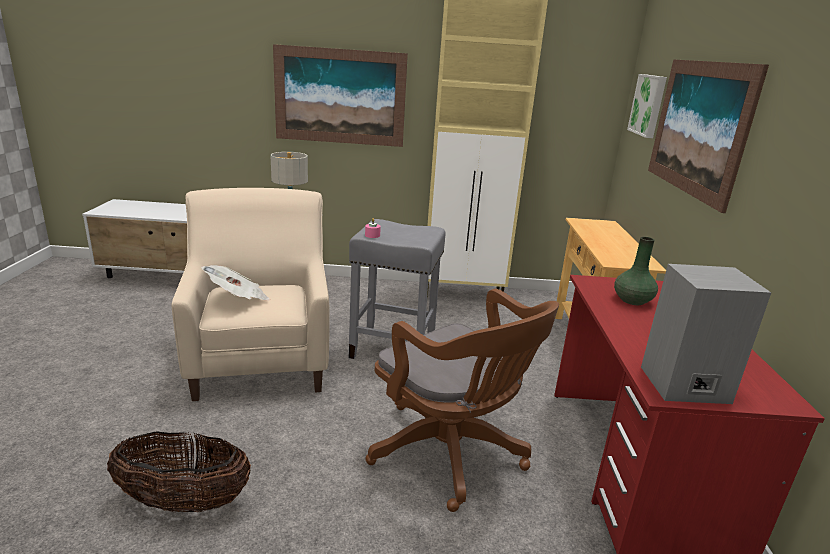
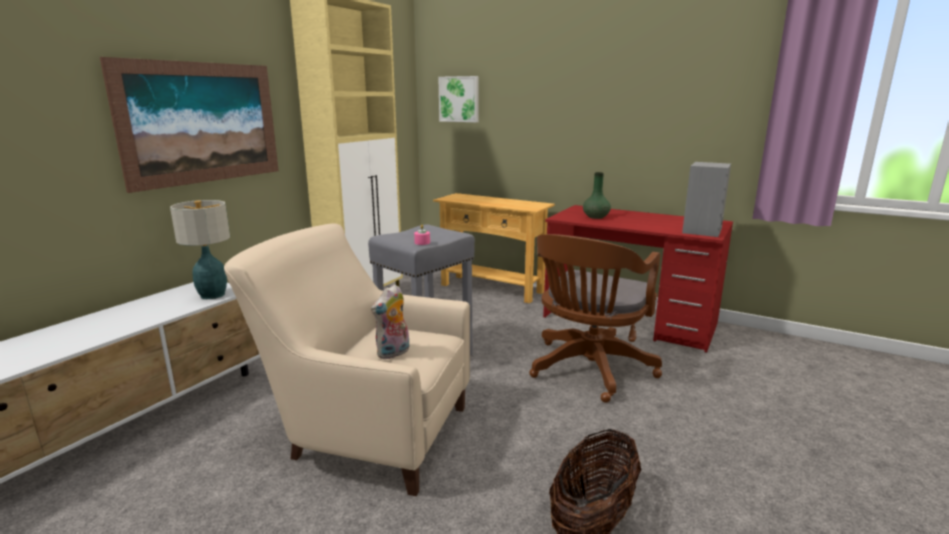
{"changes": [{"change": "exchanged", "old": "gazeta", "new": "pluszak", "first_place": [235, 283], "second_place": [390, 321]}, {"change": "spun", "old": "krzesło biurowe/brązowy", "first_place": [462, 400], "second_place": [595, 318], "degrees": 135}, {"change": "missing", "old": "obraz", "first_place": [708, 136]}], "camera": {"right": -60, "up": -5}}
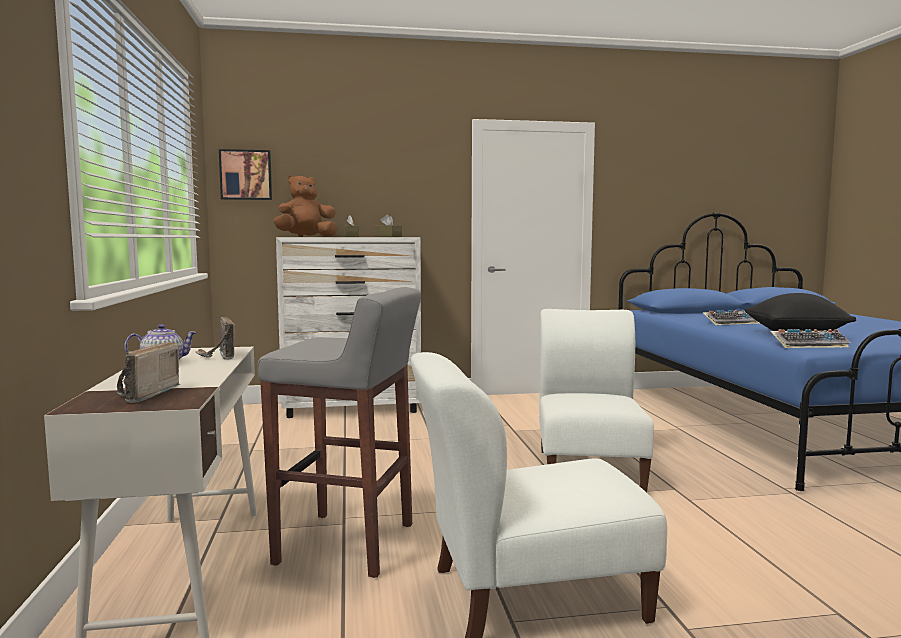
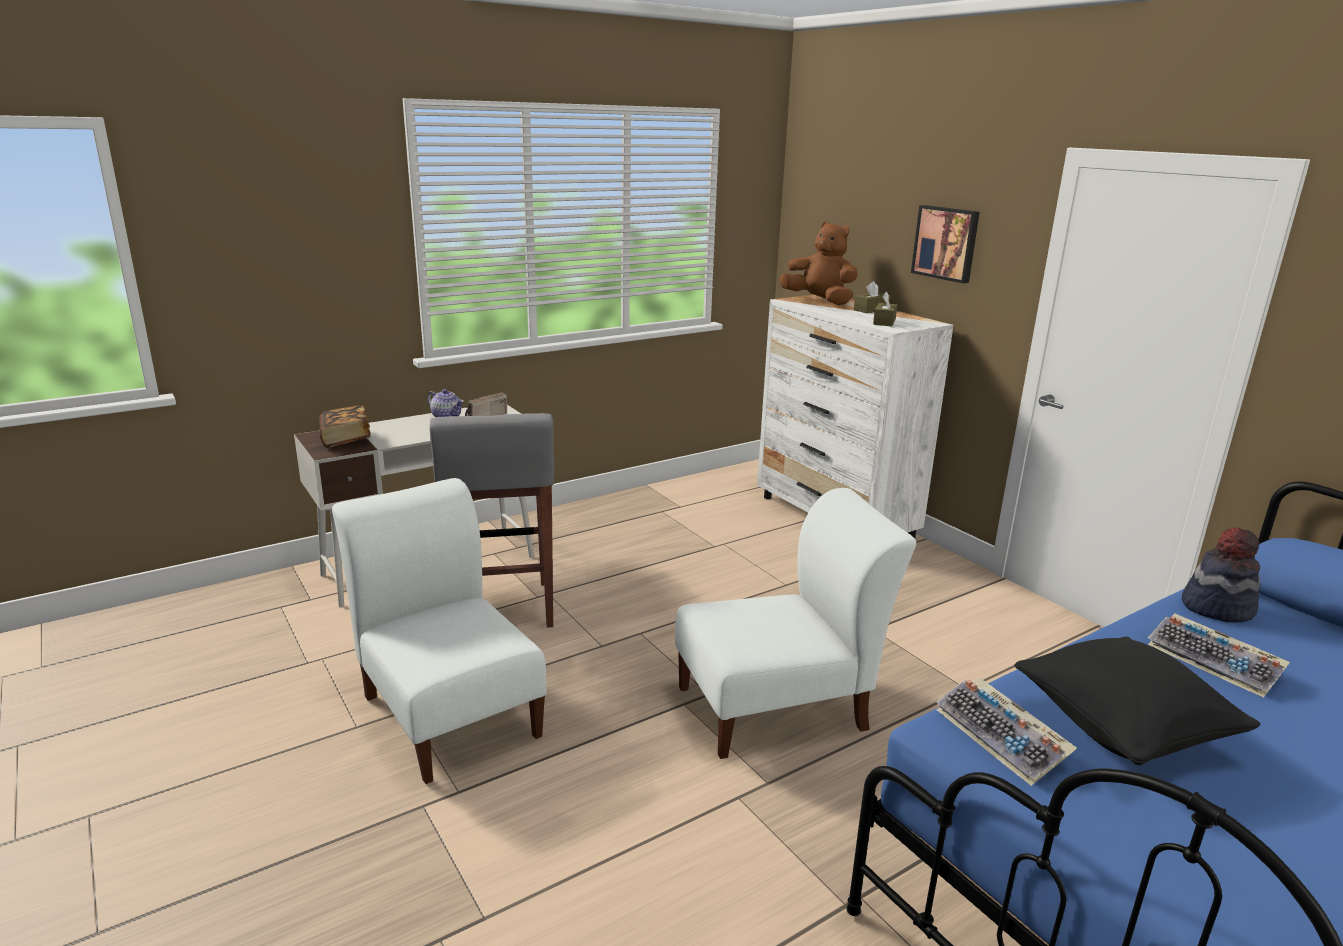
{"changes": [{"change": "exchanged", "old": "radio", "new": "książka", "first_place": [148, 372], "second_place": [345, 426]}, {"change": "relocated", "old": "obraz", "first_place": [245, 174], "second_place": [945, 244]}, {"change": "appeared", "new": "kapelusz", "second_place": [1221, 575]}], "camera": {"right": 65, "up": 15}}
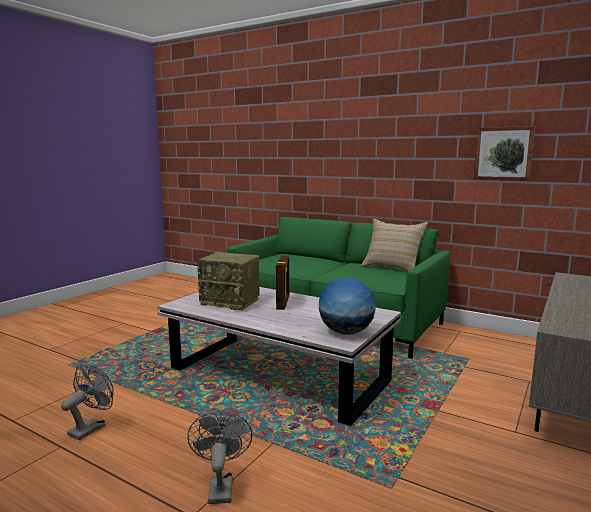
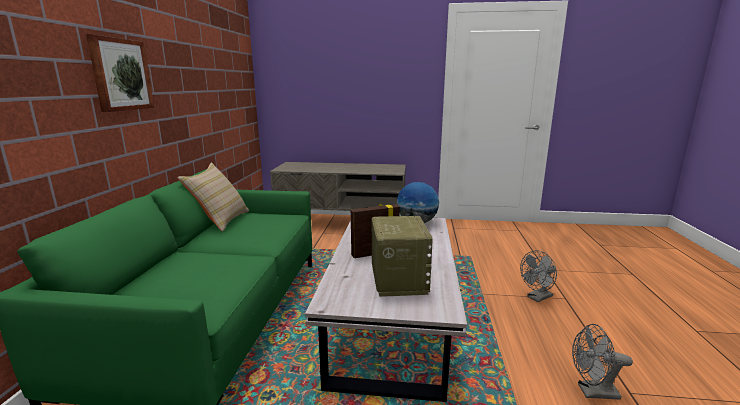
{"changes": [{"change": "relocated", "old": "obraz", "first_place": [504, 153], "second_place": [120, 73]}], "camera": {"right": -115, "up": 5}}
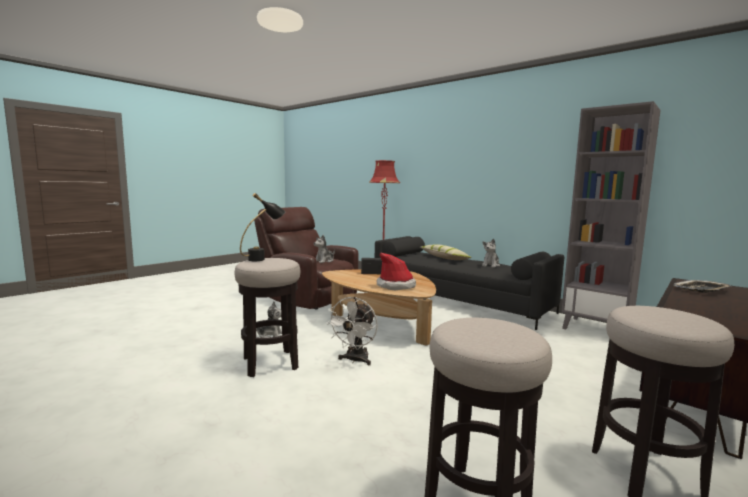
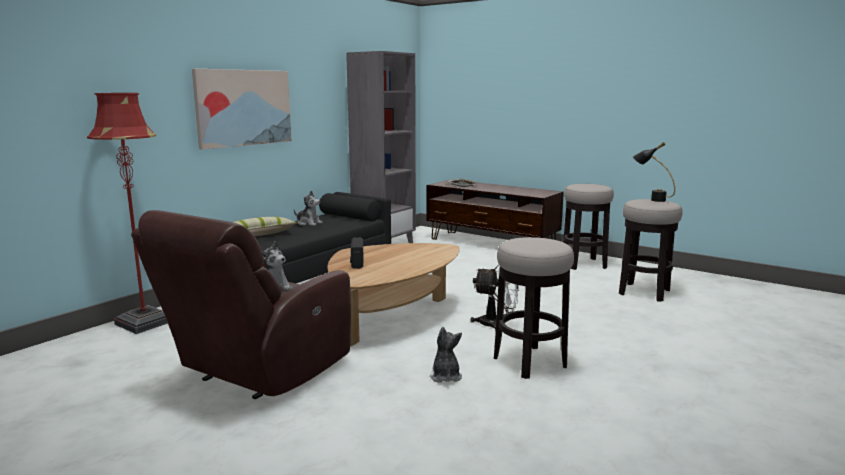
{"changes": [{"change": "relocated", "old": "lampa stołowa/czarny", "first_place": [263, 227], "second_place": [654, 172]}, {"change": "missing", "old": "kapelusz", "first_place": [396, 271]}, {"change": "appeared", "new": "obraz", "second_place": [242, 109]}], "camera": {"right": -95, "up": 5}}
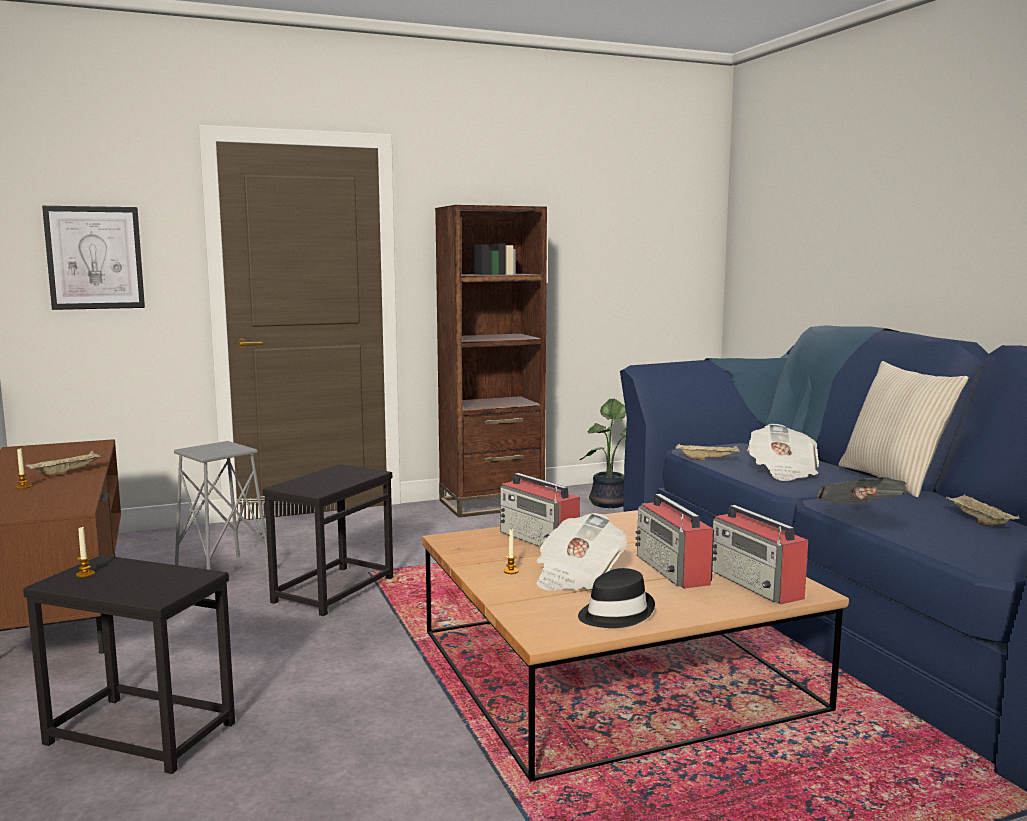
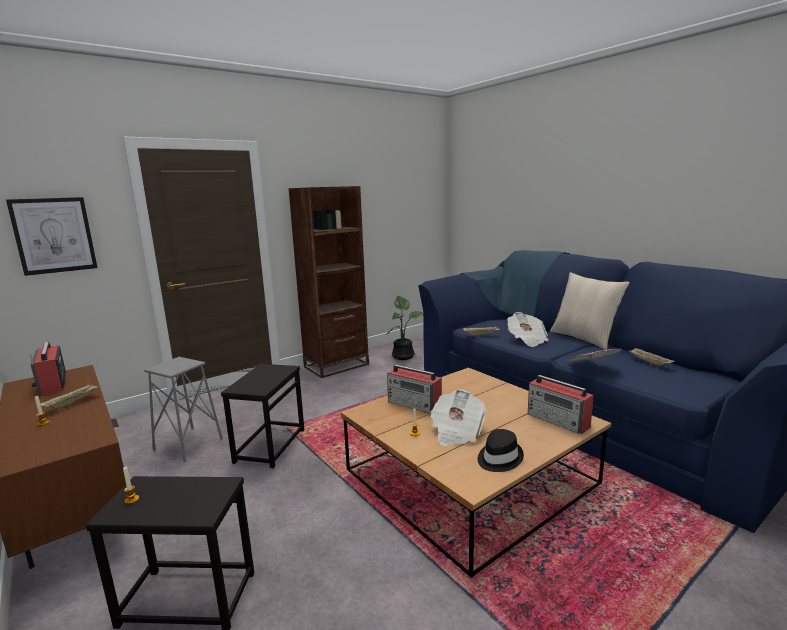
{"changes": [{"change": "relocated", "old": "radio", "first_place": [674, 541], "second_place": [48, 368]}], "camera": {"right": -15, "up": 5}}
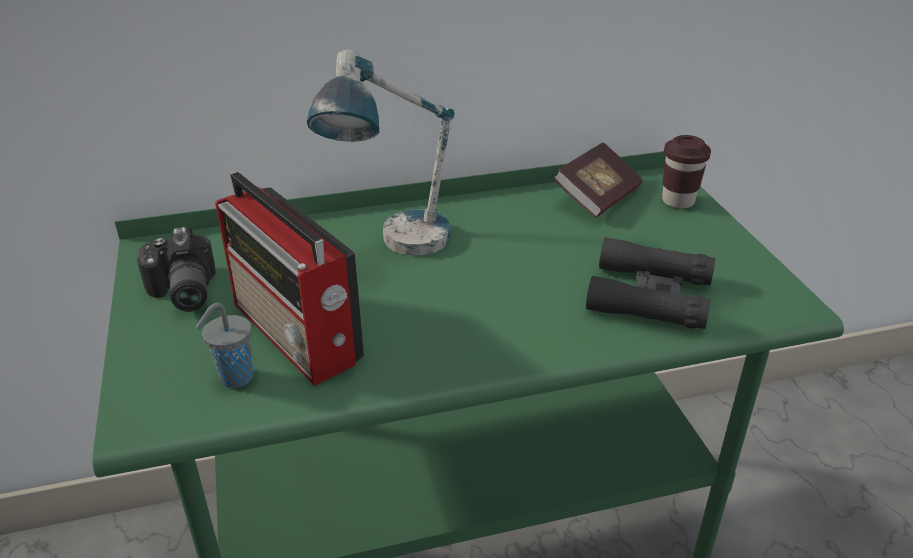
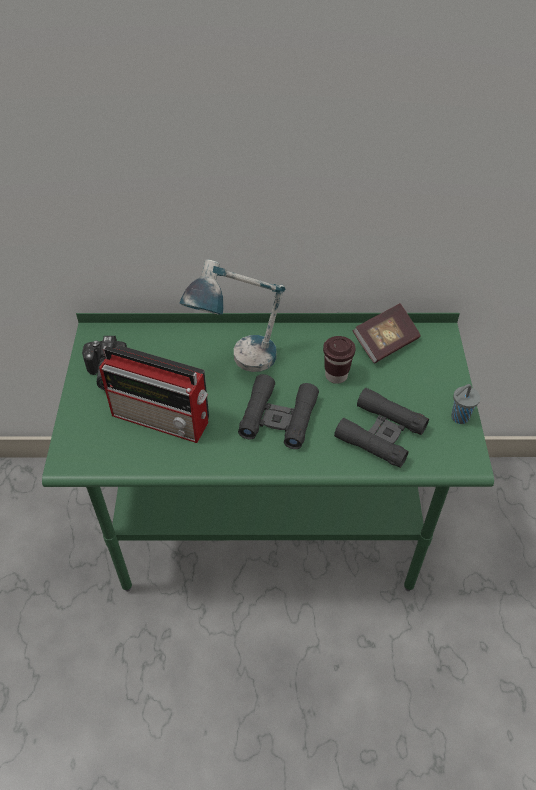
{"changes": [{"change": "relocated", "old": "filiżanka/szary", "first_place": [224, 345], "second_place": [465, 404]}, {"change": "spun", "old": "radio", "first_place": [289, 279], "second_place": [154, 394], "degrees": -45}, {"change": "relocated", "old": "filiżanka/brązowy", "first_place": [686, 172], "second_place": [339, 360]}, {"change": "appeared", "new": "lornetka/czarny", "second_place": [278, 411]}], "camera": {"right": 15, "up": 15}}
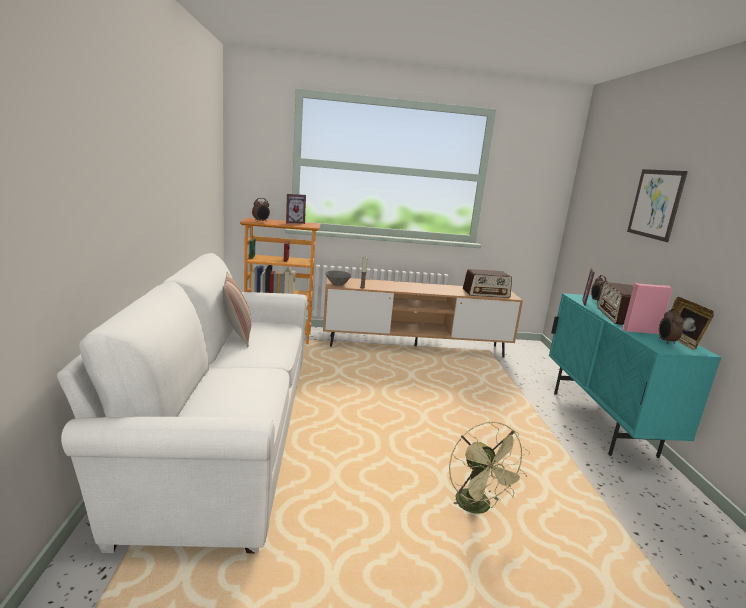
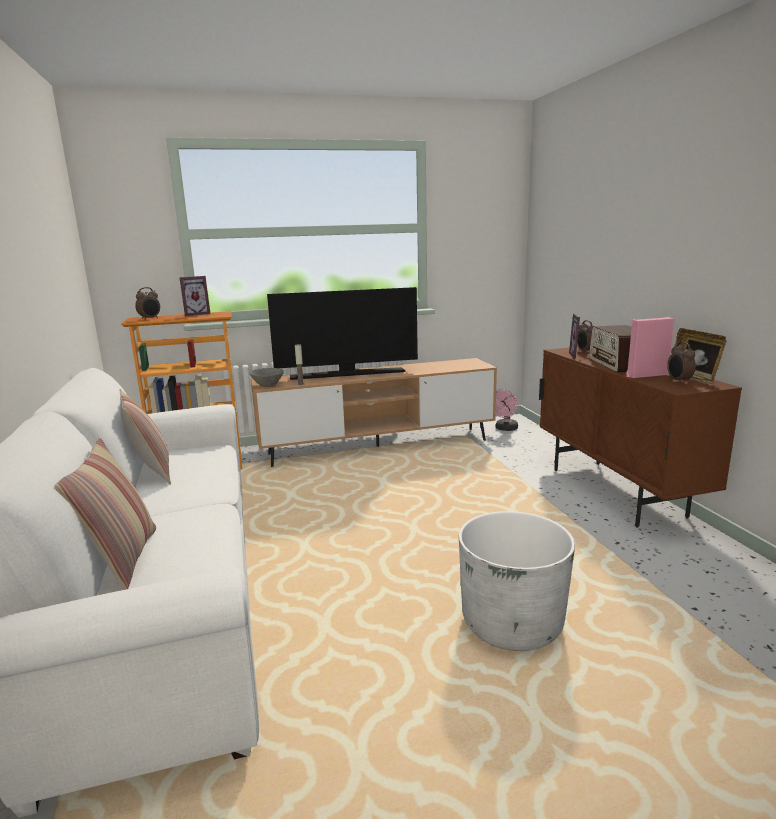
{"changes": [{"change": "exchanged", "old": "wentylator/zielony", "new": "donica/biały", "first_place": [489, 467], "second_place": [517, 581]}, {"change": "missing", "old": "radio", "first_place": [487, 283]}, {"change": "colour", "old": "szafka/turkusowy", "new": "szafka/brązowy", "first_place": [635, 375], "second_place": [640, 437]}, {"change": "missing", "old": "obraz", "first_place": [657, 205]}, {"change": "appeared", "new": "poduszka", "second_place": [105, 514]}, {"change": "appeared", "new": "telewizor", "second_place": [342, 333]}, {"change": "appeared", "new": "wentylator/różowy", "second_place": [507, 410]}], "camera": {"right": -10, "up": 0}}
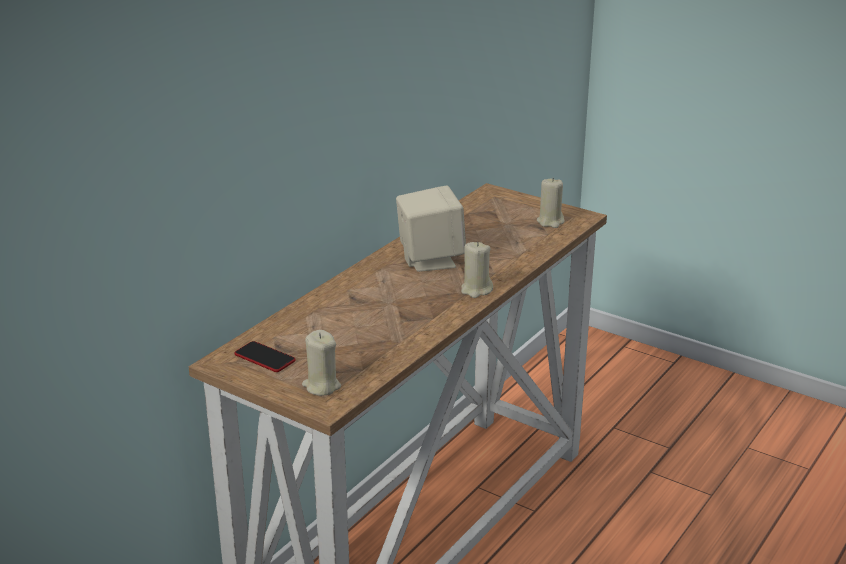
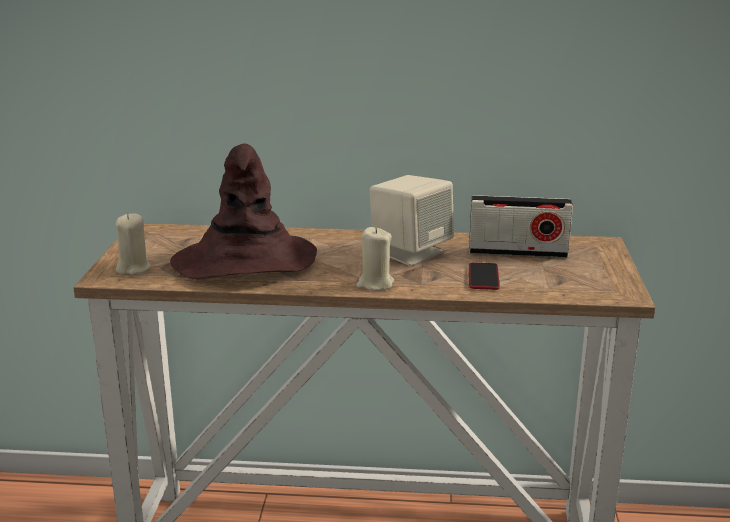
{"changes": [{"change": "relocated", "old": "telefon", "first_place": [265, 356], "second_place": [484, 276]}, {"change": "missing", "old": "świeca/beżowy", "first_place": [550, 202]}, {"change": "appeared", "new": "kapelusz/brązowy", "second_place": [243, 211]}, {"change": "appeared", "new": "radio", "second_place": [521, 226]}], "camera": {"right": 60, "up": -5}}
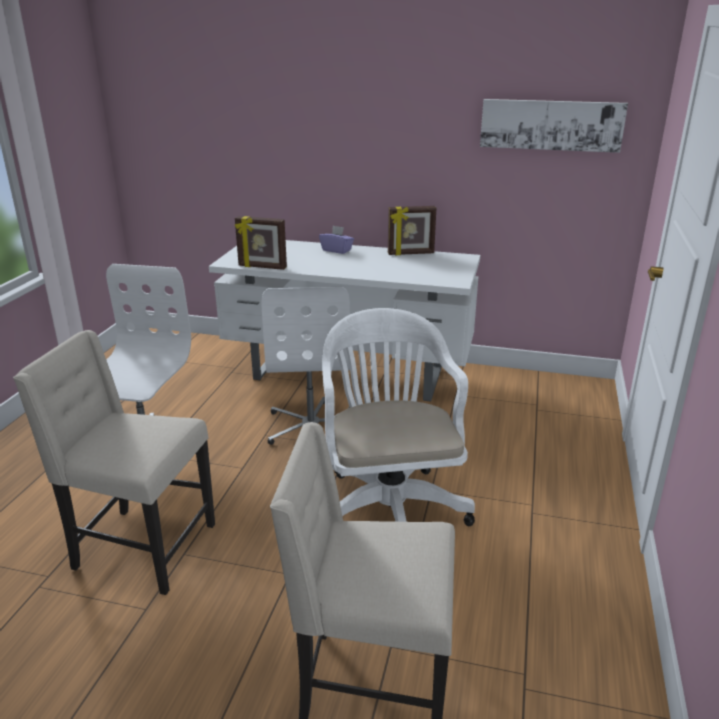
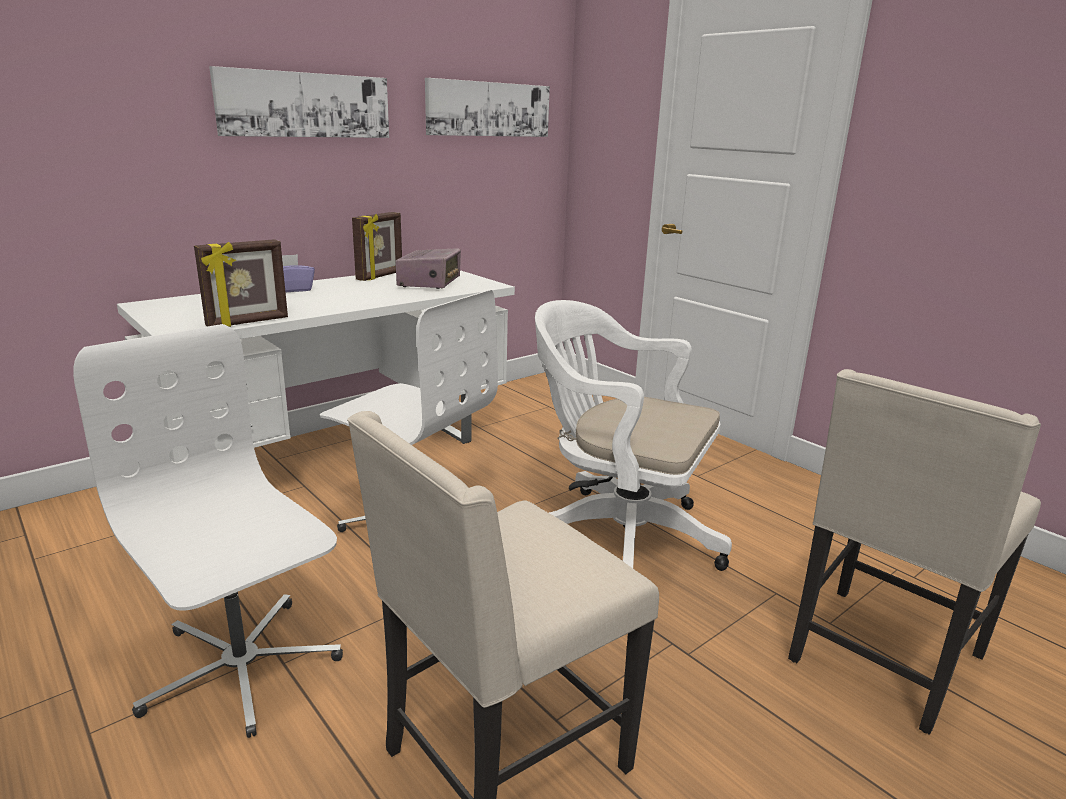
{"changes": [{"change": "appeared", "new": "obraz", "second_place": [299, 102]}, {"change": "appeared", "new": "radio", "second_place": [428, 269]}], "camera": {"right": -55, "up": -5}}
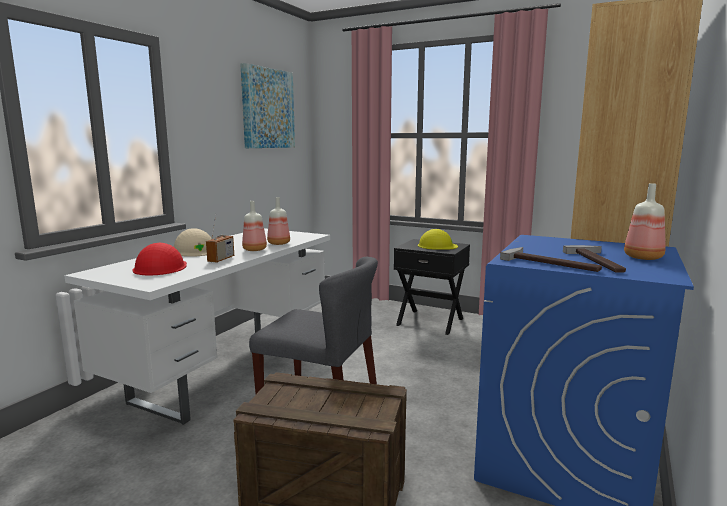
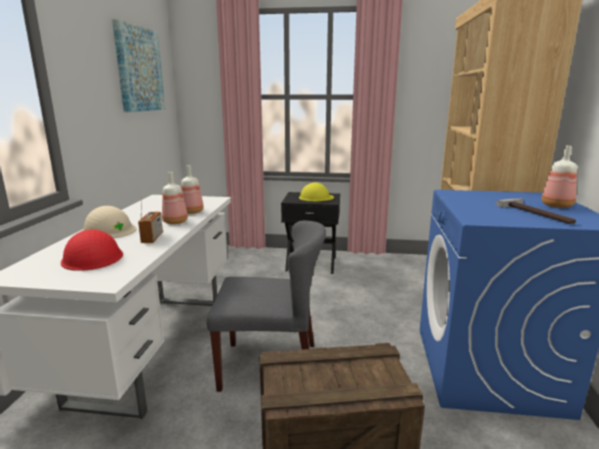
{"changes": [{"change": "missing", "old": "młotek", "first_place": [551, 259]}], "camera": {"right": -20, "up": 5}}
